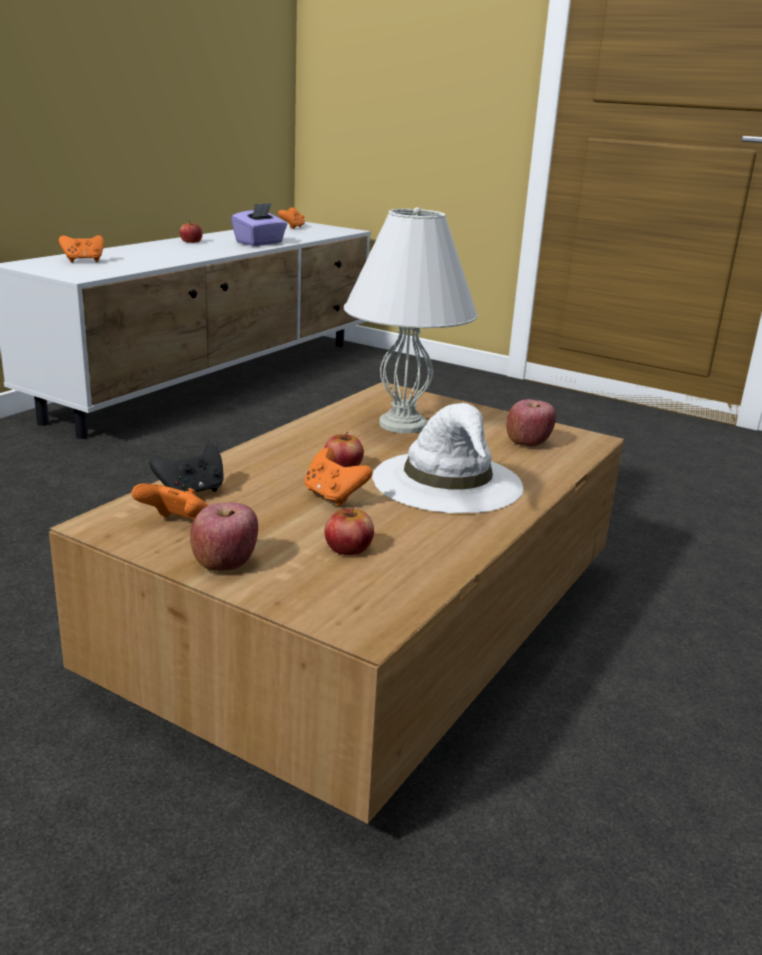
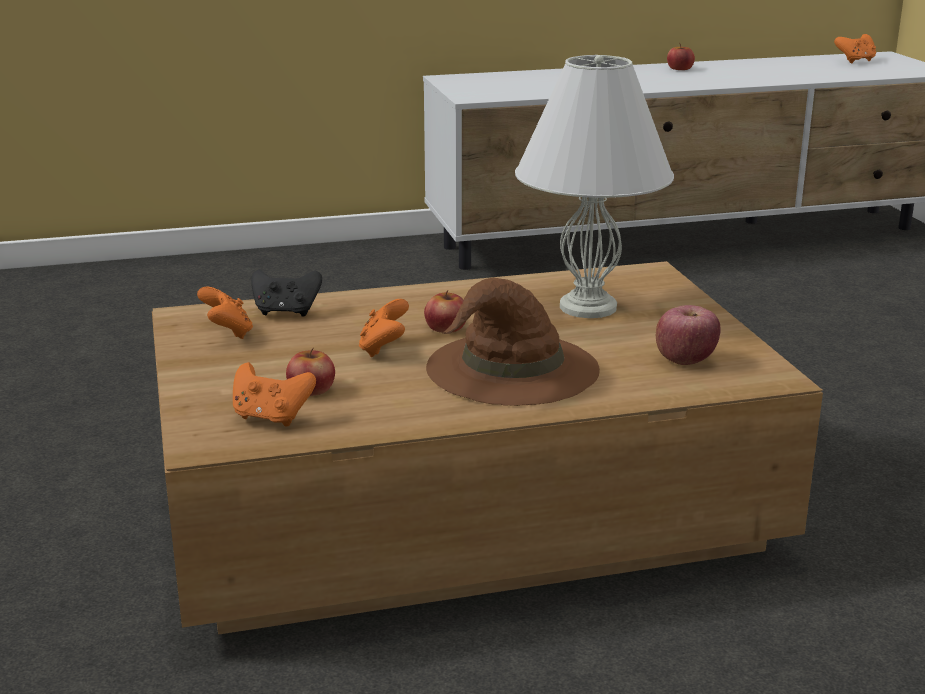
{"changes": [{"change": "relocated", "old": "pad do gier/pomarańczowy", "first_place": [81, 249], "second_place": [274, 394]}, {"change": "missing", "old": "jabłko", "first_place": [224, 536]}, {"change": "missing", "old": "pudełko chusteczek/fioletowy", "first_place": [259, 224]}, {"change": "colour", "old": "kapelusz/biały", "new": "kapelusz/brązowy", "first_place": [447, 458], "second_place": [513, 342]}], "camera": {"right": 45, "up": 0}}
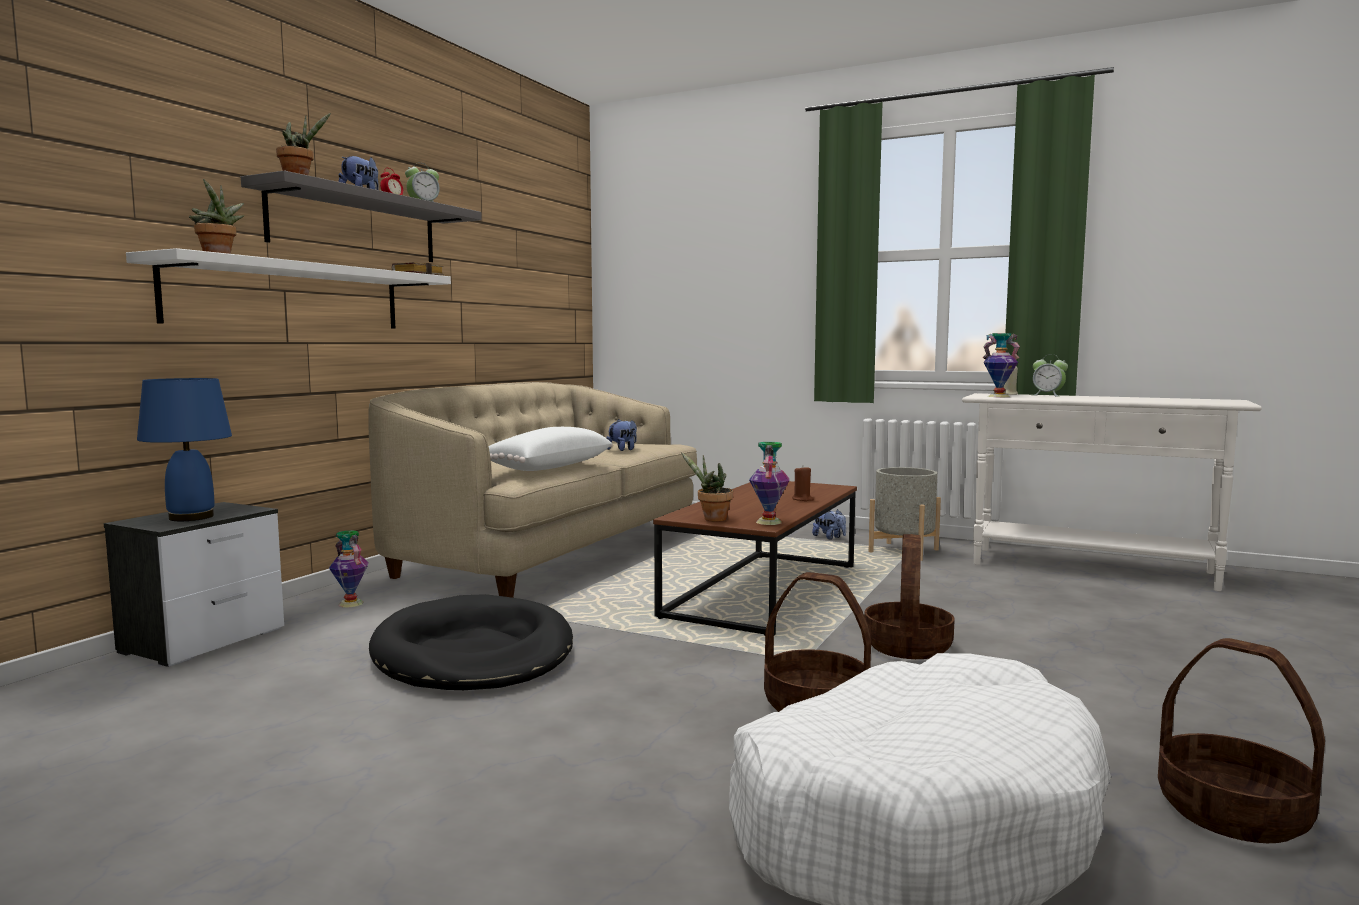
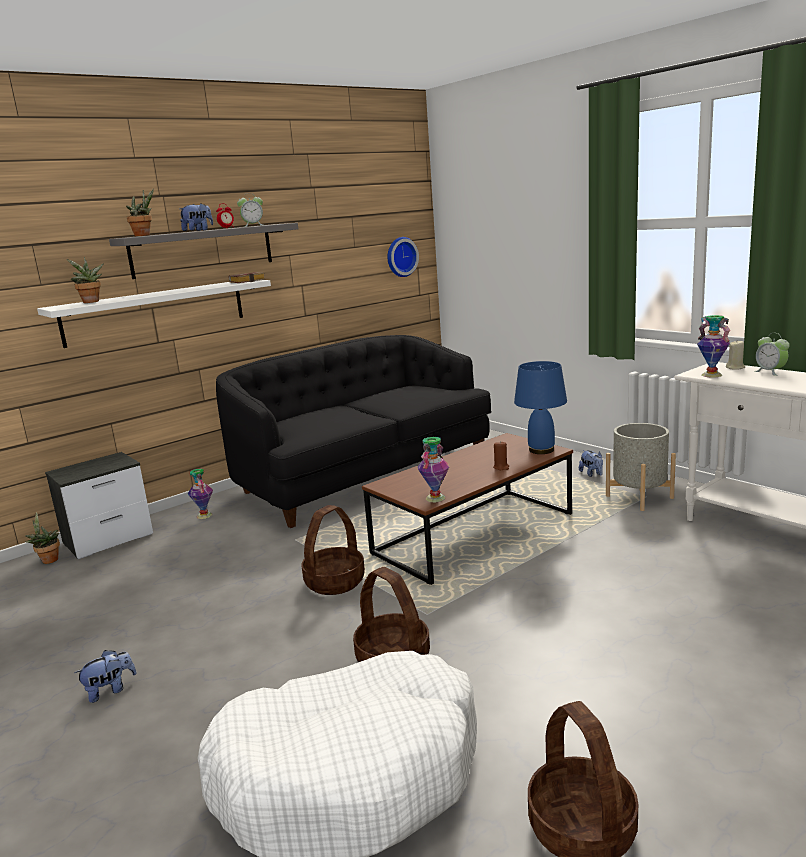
{"changes": [{"change": "relocated", "old": "lampa stołowa/niebieski", "first_place": [184, 449], "second_place": [540, 407]}, {"change": "colour", "old": "kanapa/beżowy", "new": "kanapa/czarny", "first_place": [532, 490], "second_place": [353, 431]}, {"change": "missing", "old": "legowisko/czarny", "first_place": [471, 642]}, {"change": "missing", "old": "poduszka/biały", "first_place": [550, 449]}, {"change": "relocated", "old": "pluszak", "first_place": [621, 435], "second_place": [105, 676]}, {"change": "relocated", "old": "roślina doniczkowa", "first_place": [707, 487], "second_place": [42, 538]}, {"change": "relocated", "old": "koszyk", "first_place": [909, 596], "second_place": [333, 550]}, {"change": "appeared", "new": "zegar ścienny", "second_place": [403, 257]}], "camera": {"right": 25, "up": 10}}
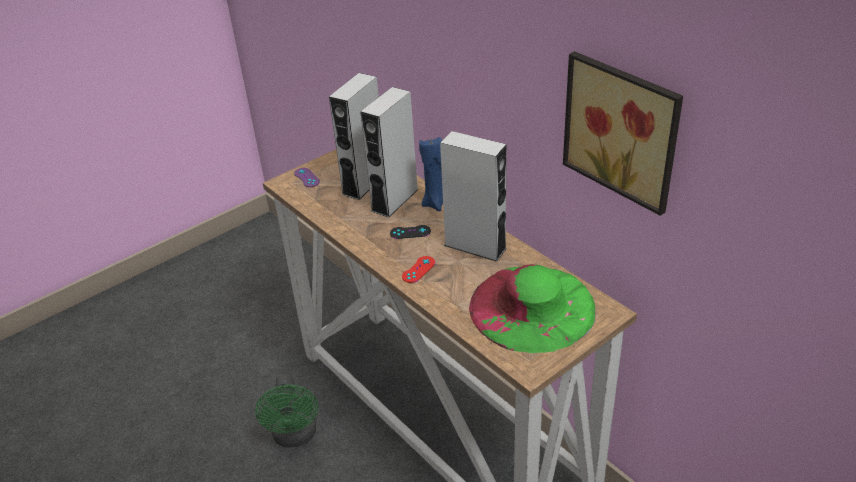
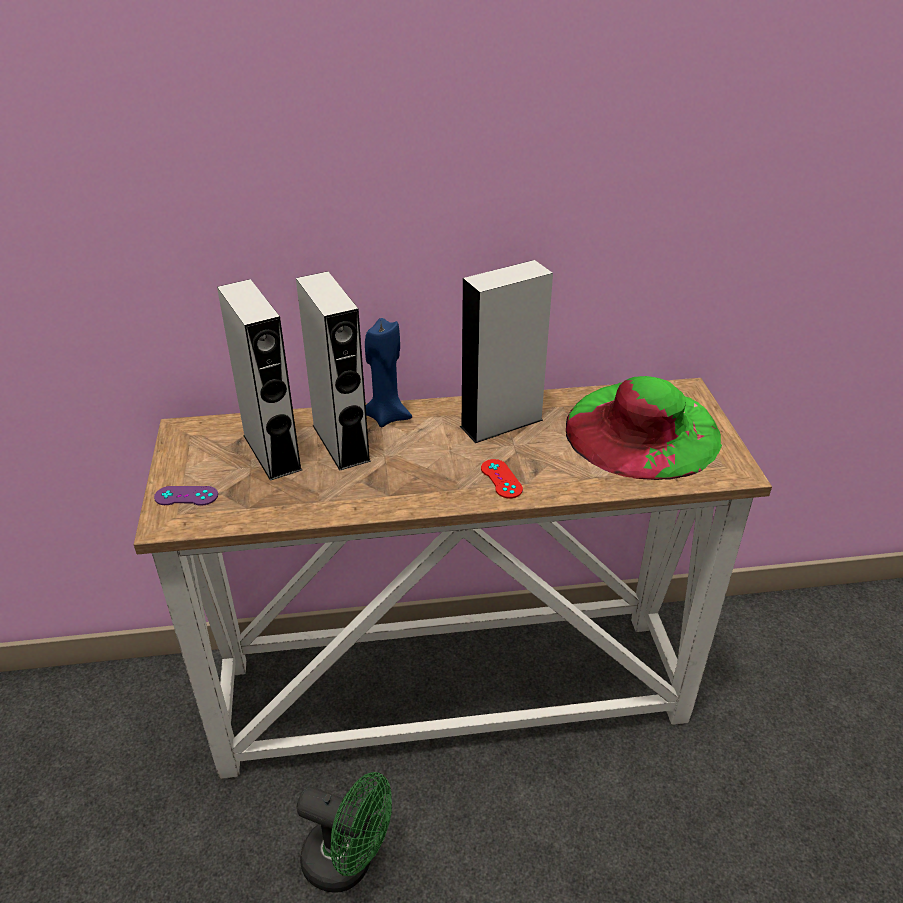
{"changes": [{"change": "missing", "old": "pad do gier/czarny", "first_place": [410, 232]}, {"change": "missing", "old": "obraz", "first_place": [623, 133]}], "camera": {"right": -60, "up": 0}}
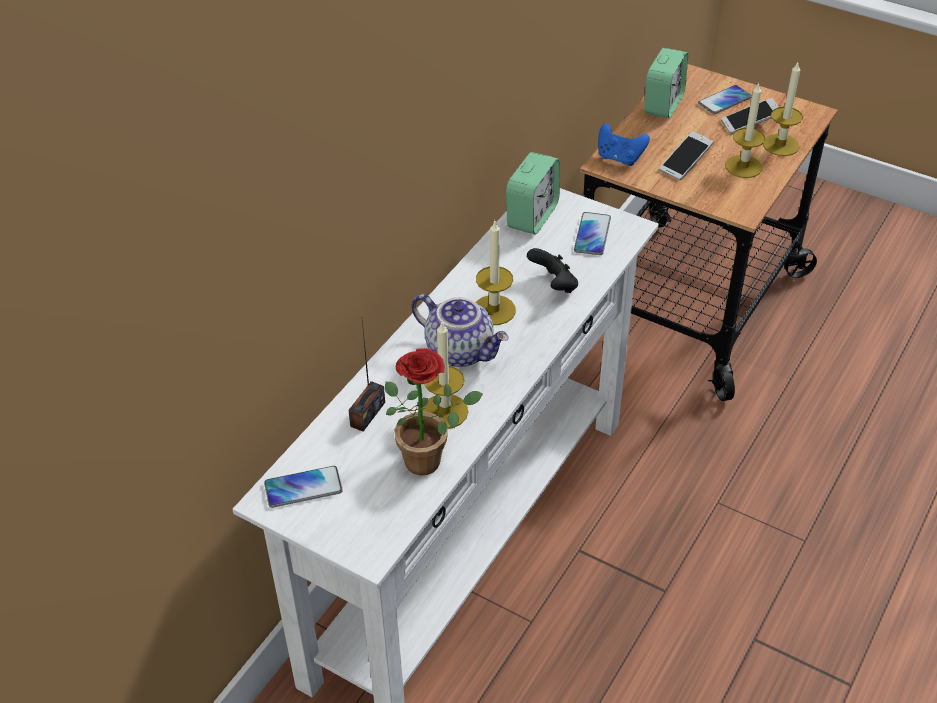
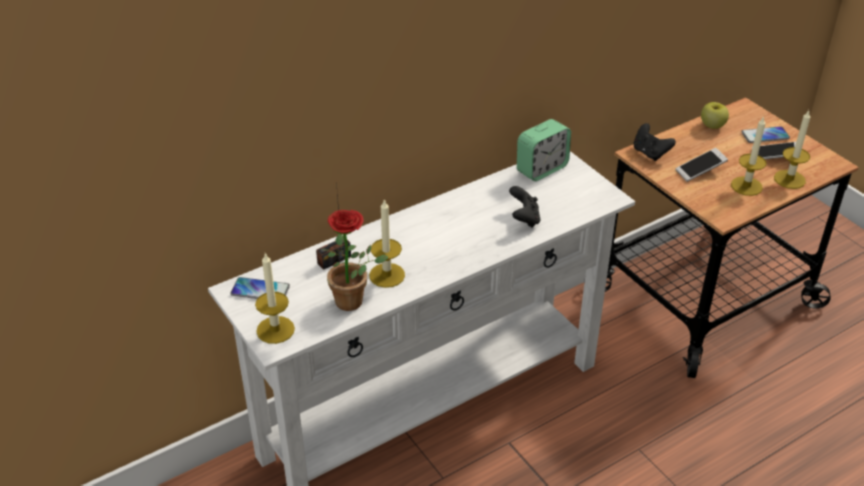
{"changes": [{"change": "missing", "old": "imbryk", "first_place": [459, 330]}, {"change": "relocated", "old": "świeca", "first_place": [496, 273], "second_place": [275, 298]}, {"change": "missing", "old": "telefon", "first_place": [592, 233]}, {"change": "colour", "old": "pad do gier/niebieski", "new": "pad do gier/czarny", "first_place": [624, 144], "second_place": [654, 142]}, {"change": "exchanged", "old": "budzik", "new": "jabłko", "first_place": [666, 83], "second_place": [715, 115]}], "camera": {"right": 25, "up": -5}}
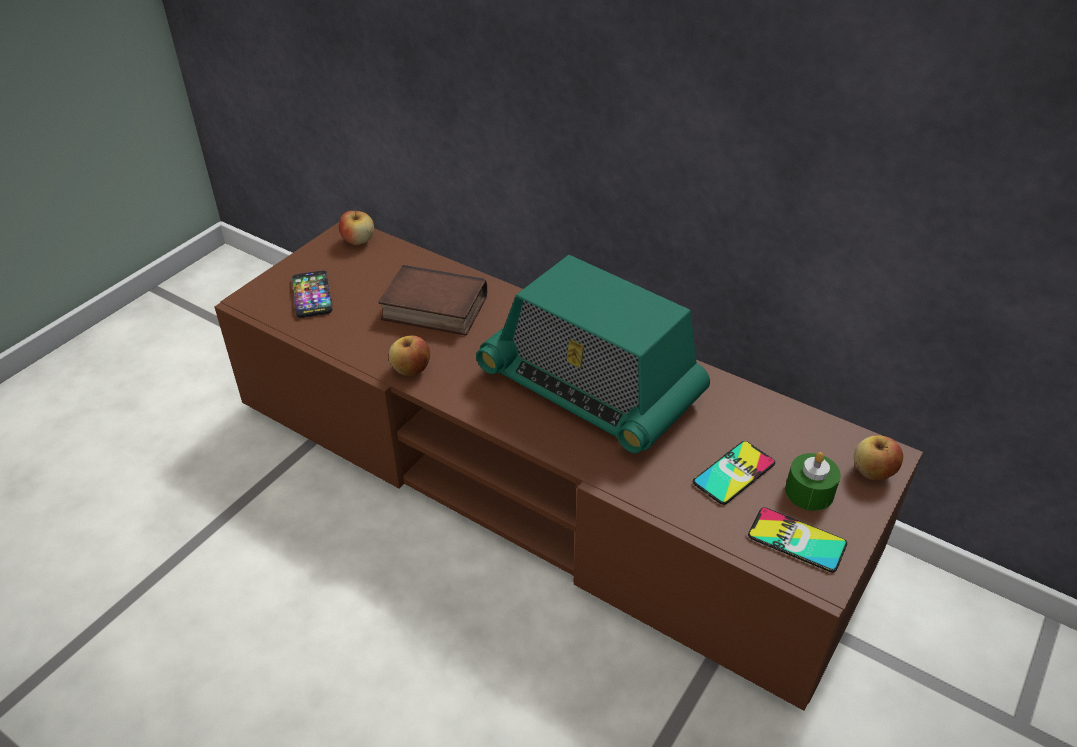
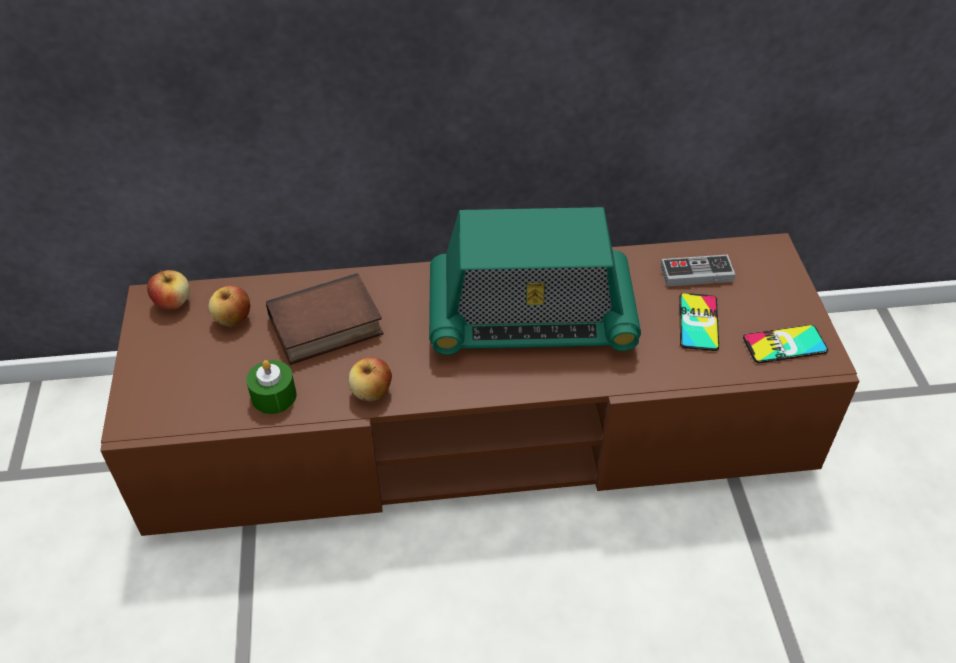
{"changes": [{"change": "missing", "old": "telefon", "first_place": [312, 294]}, {"change": "relocated", "old": "świeca/zielony", "first_place": [813, 481], "second_place": [271, 387]}, {"change": "relocated", "old": "jabłko", "first_place": [878, 457], "second_place": [229, 306]}, {"change": "appeared", "new": "pad do gier", "second_place": [698, 270]}], "camera": {"right": -40, "up": 5}}
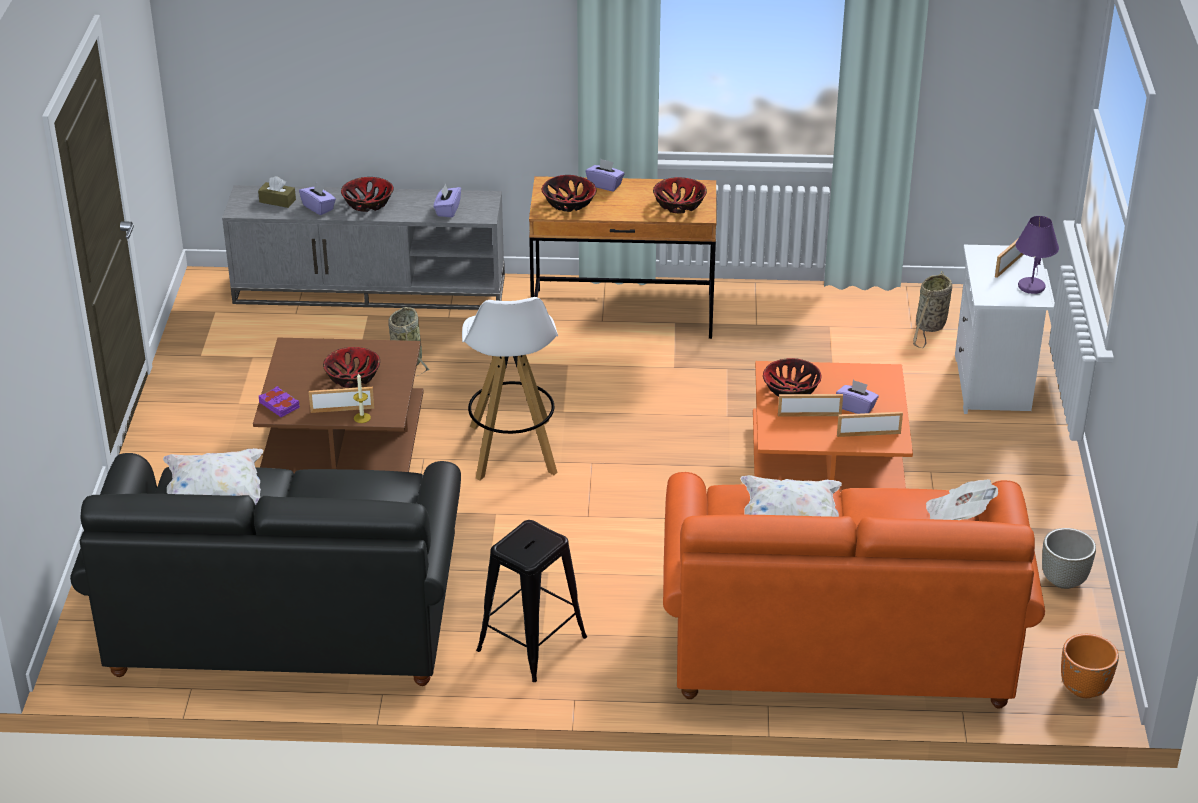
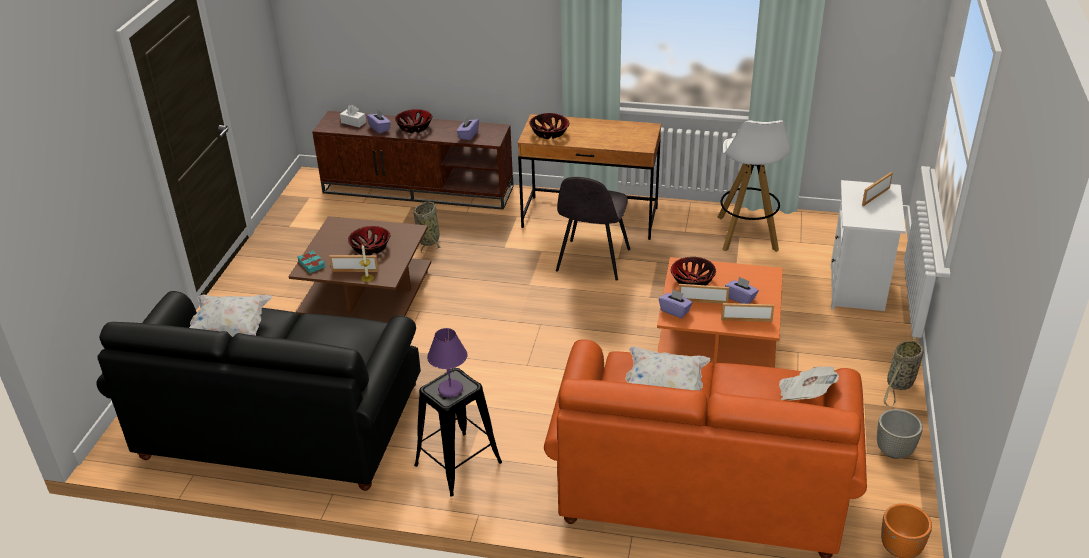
{"changes": [{"change": "colour", "old": "szafka pod telewizor/szary", "new": "szafka pod telewizor/brązowy", "first_place": [363, 247], "second_place": [413, 160]}, {"change": "colour", "old": "pudełko chusteczek/brązowy", "new": "pudełko chusteczek/biały", "first_place": [277, 192], "second_place": [353, 116]}, {"change": "colour", "old": "książka/fioletowy", "new": "książka/turkusowy", "first_place": [279, 401], "second_place": [311, 262]}, {"change": "relocated", "old": "stołek/biały", "first_place": [510, 389], "second_place": [754, 186]}, {"change": "relocated", "old": "pudełko chusteczek/fioletowy", "first_place": [605, 175], "second_place": [676, 303]}, {"change": "missing", "old": "miska", "first_place": [680, 195]}, {"change": "relocated", "old": "koszyk", "first_place": [932, 309], "second_place": [903, 372]}, {"change": "relocated", "old": "lampa stołowa/fioletowy", "first_place": [1037, 255], "second_place": [447, 363]}, {"change": "appeared", "new": "krzesło/szary", "second_place": [593, 229]}], "camera": {"right": 10, "up": 0}}
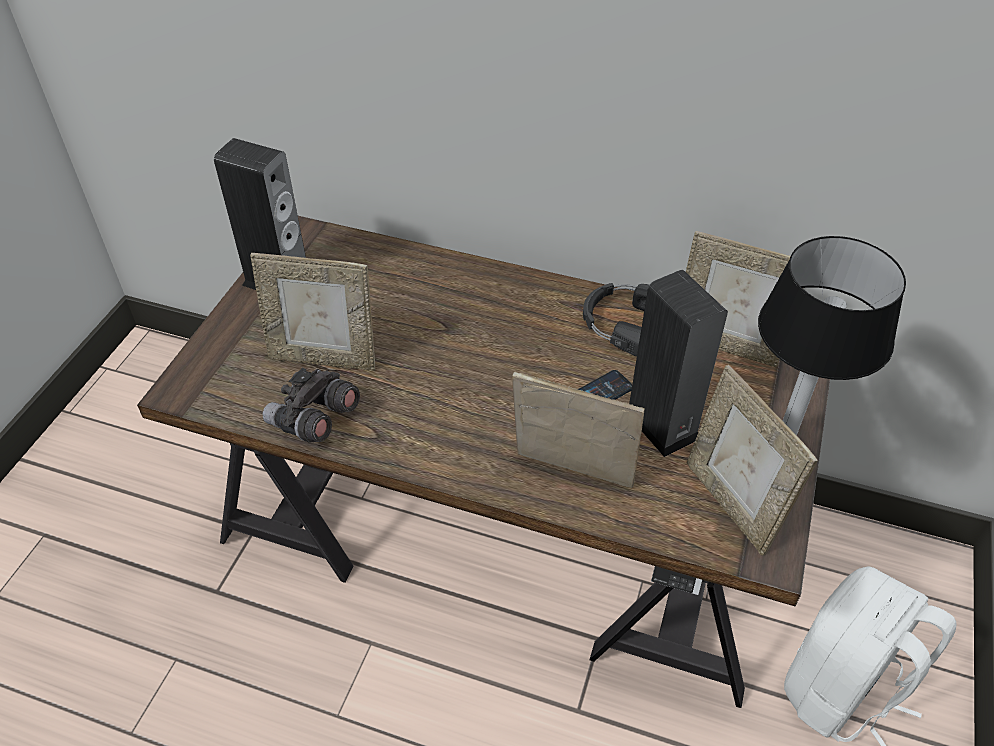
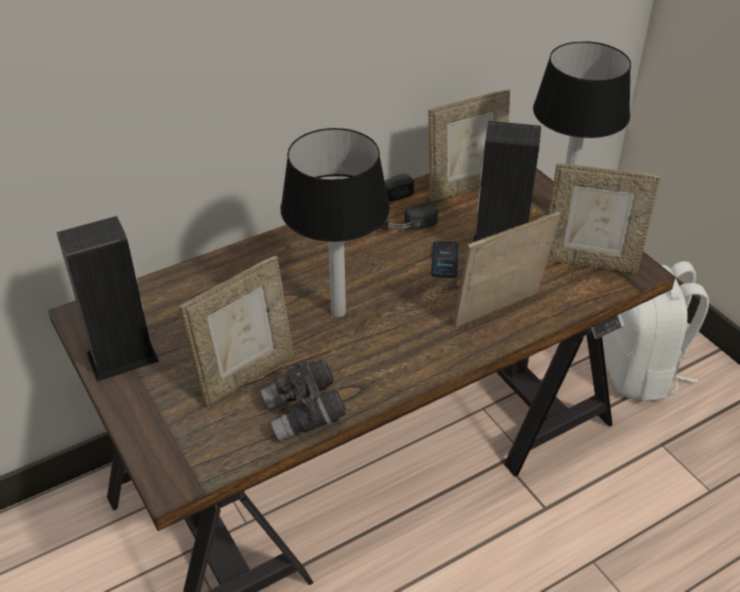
{"changes": [{"change": "appeared", "new": "lampa stołowa", "second_place": [335, 222]}], "camera": {"right": -50, "up": -5}}
